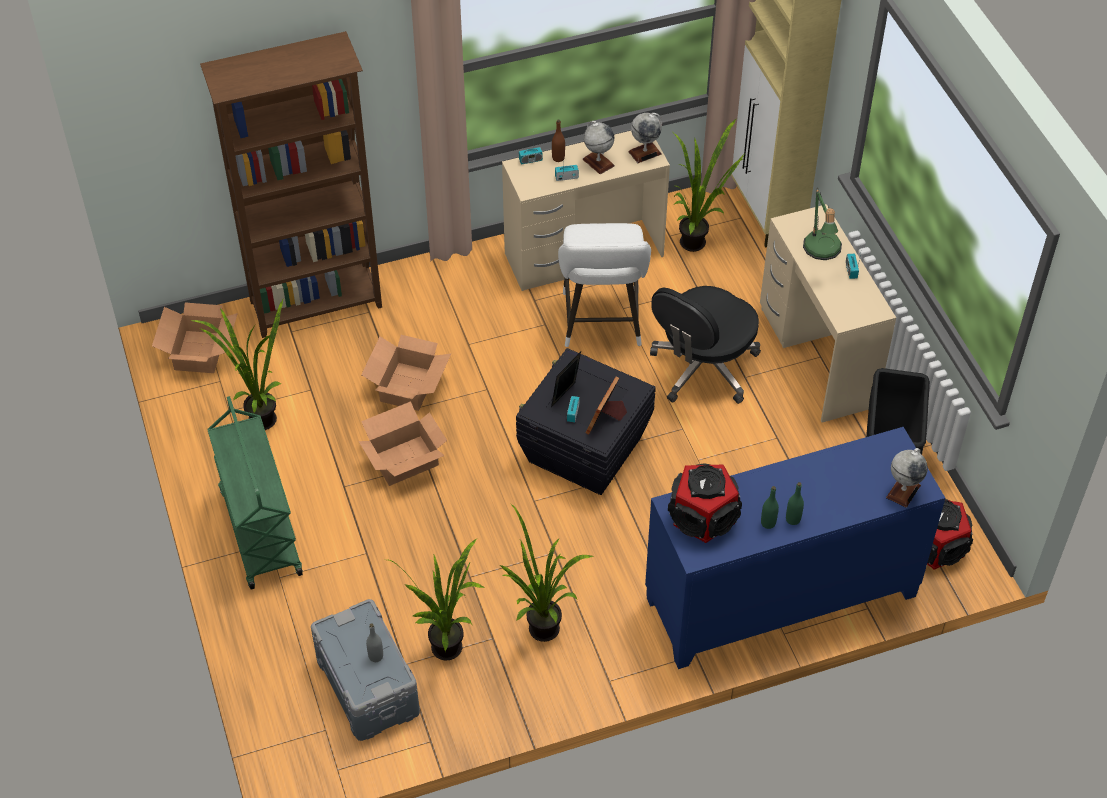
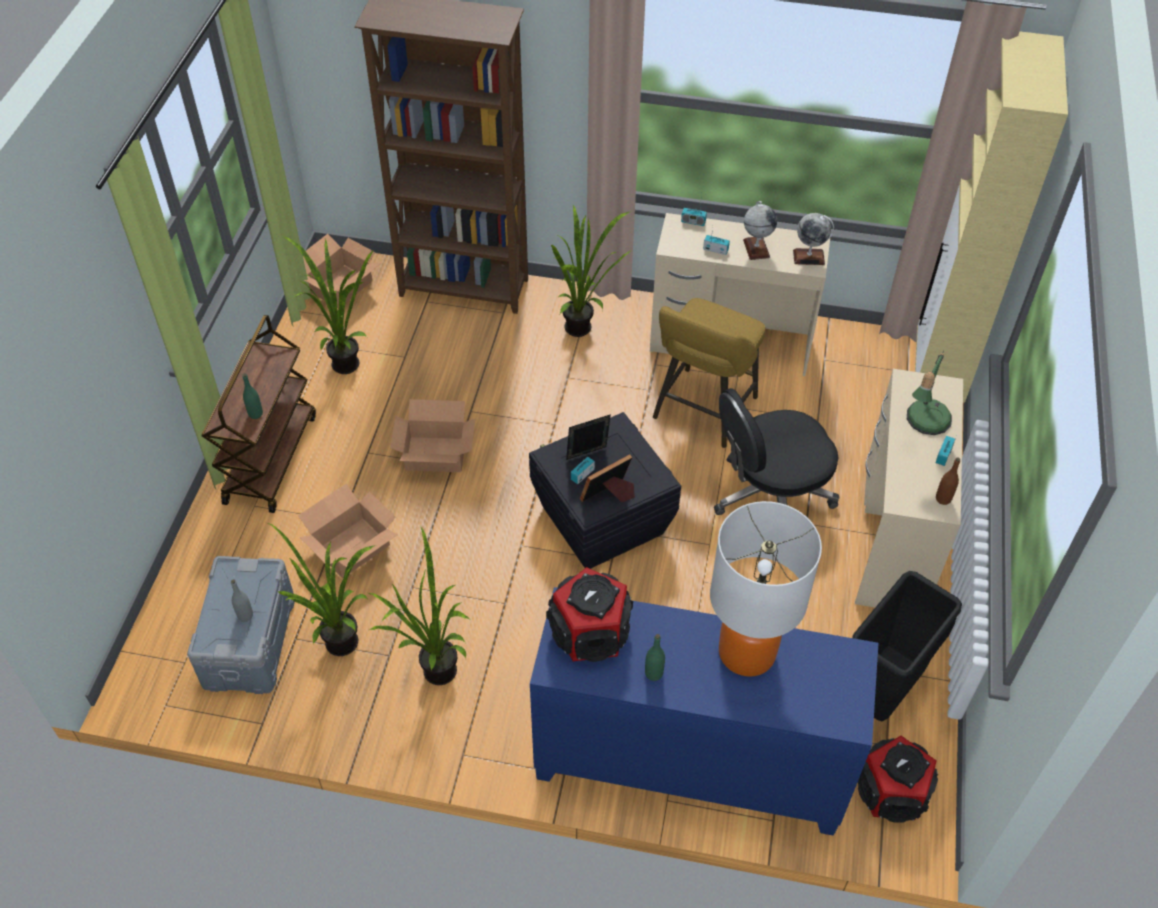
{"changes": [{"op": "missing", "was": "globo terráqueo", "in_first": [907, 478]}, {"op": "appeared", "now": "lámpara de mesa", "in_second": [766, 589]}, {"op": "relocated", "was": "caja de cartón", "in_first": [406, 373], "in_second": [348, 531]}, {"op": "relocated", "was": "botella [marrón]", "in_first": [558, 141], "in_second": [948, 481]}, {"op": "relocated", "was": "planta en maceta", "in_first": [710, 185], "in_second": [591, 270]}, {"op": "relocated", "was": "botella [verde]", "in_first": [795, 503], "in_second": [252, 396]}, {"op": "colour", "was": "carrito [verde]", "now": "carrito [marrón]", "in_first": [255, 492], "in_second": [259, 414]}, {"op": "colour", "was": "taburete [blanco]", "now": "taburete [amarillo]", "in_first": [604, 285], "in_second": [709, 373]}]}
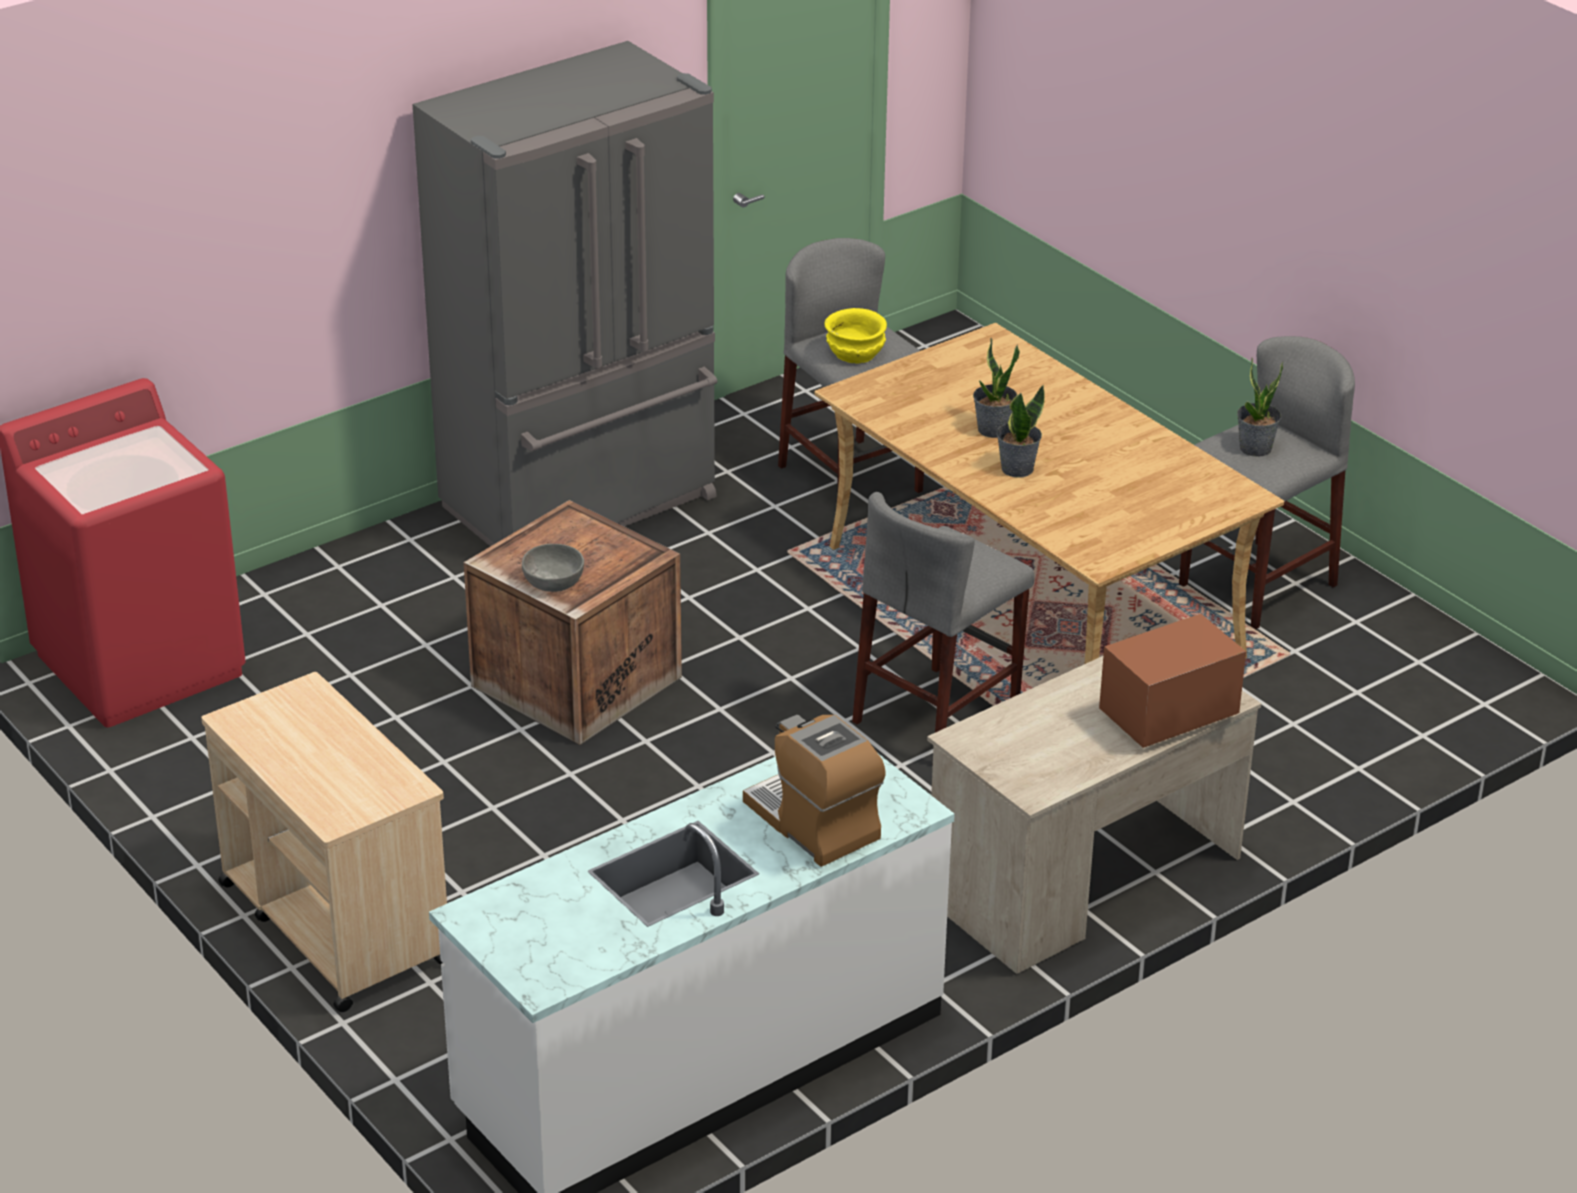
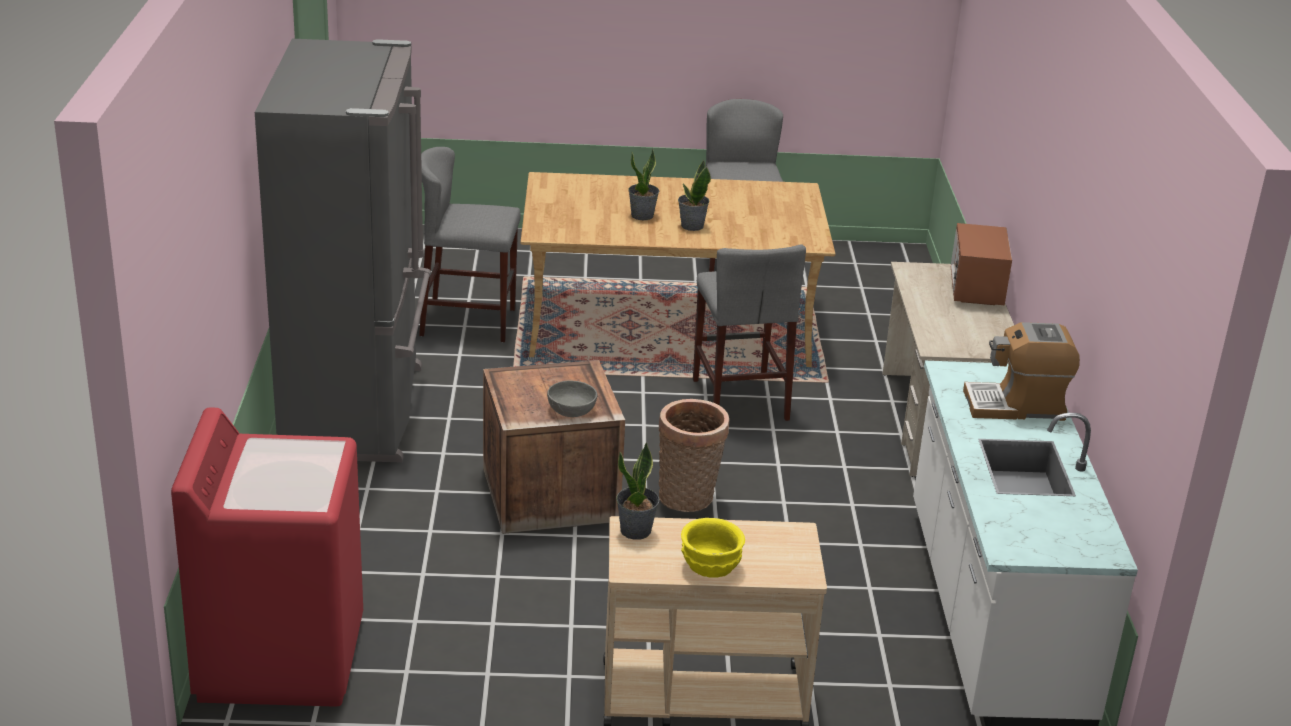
{"changes": [{"op": "appeared", "now": "cesta", "in_second": [693, 455]}, {"op": "relocated", "was": "cuenco [amarillo]", "in_first": [856, 336], "in_second": [713, 548]}, {"op": "relocated", "was": "planta en maceta", "in_first": [1260, 407], "in_second": [637, 491]}]}
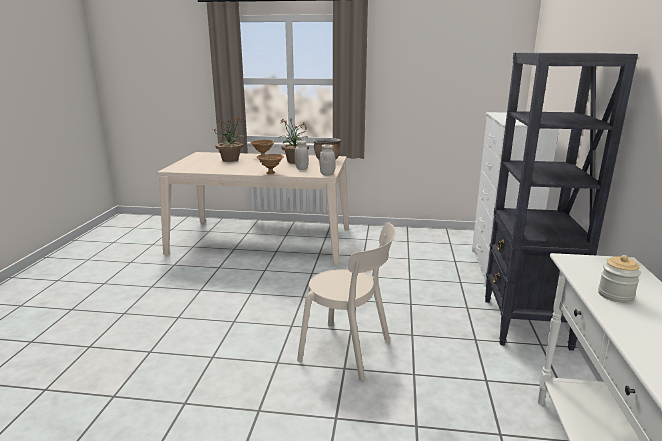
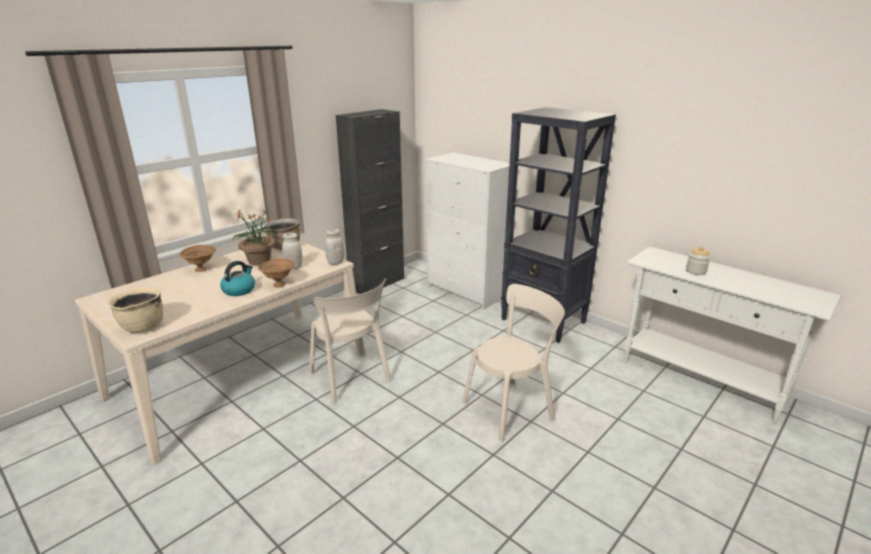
{"changes": [{"op": "missing", "was": "planta en maceta", "in_first": [229, 139]}, {"op": "appeared", "now": "olla [beis]", "in_second": [135, 310]}, {"op": "appeared", "now": "hervidor", "in_second": [237, 278]}, {"op": "appeared", "now": "silla [beis]", "in_second": [350, 341]}, {"op": "appeared", "now": "armario [negro]", "in_second": [370, 201]}]}
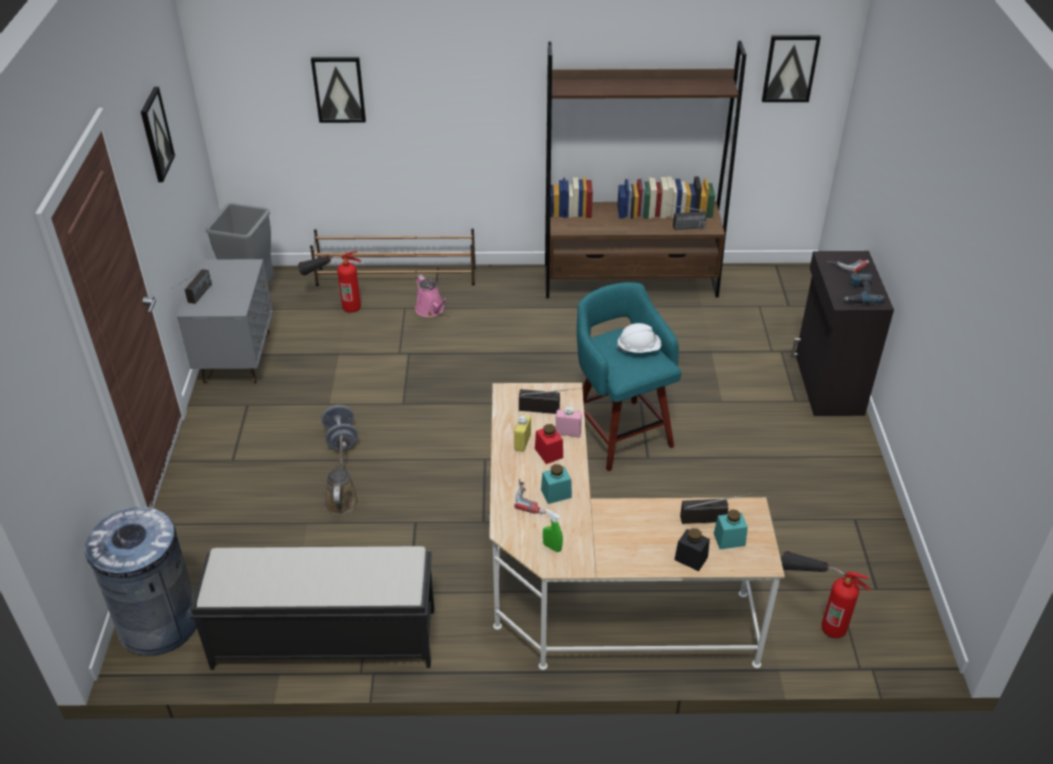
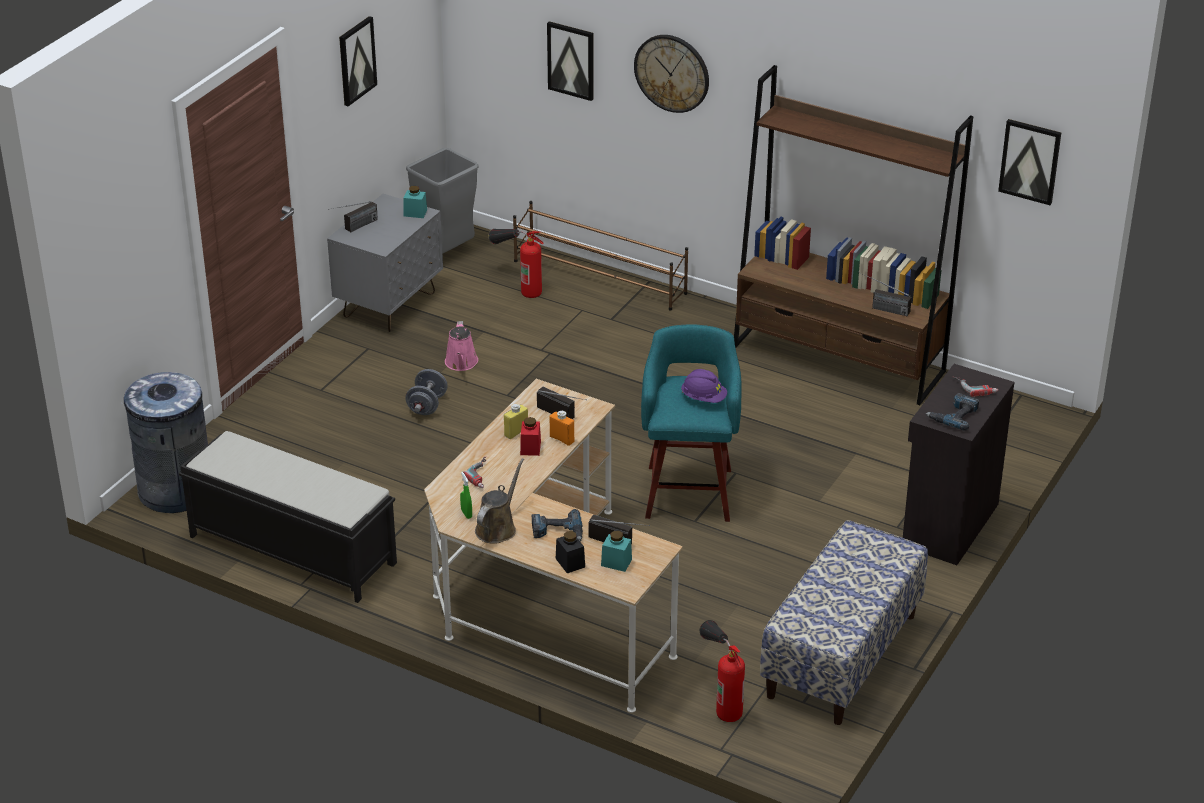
{"changes": [{"op": "appeared", "now": "taladro", "in_second": [557, 525]}, {"op": "appeared", "now": "reloj de pared", "in_second": [671, 74]}, {"op": "appeared", "now": "banco", "in_second": [844, 622]}, {"op": "relocated", "was": "regadera [marrón]", "in_first": [342, 475], "in_second": [499, 501]}, {"op": "relocated", "was": "regadera [rosa]", "in_first": [431, 296], "in_second": [461, 346]}, {"op": "relocated", "was": "tarro [turquesa]", "in_first": [556, 484], "in_second": [415, 202]}, {"op": "colour", "was": "botella [rosa]", "now": "botella [naranja]", "in_first": [569, 422], "in_second": [561, 428]}, {"op": "colour", "was": "casco [blanco]", "now": "casco [morado]", "in_first": [639, 338], "in_second": [704, 386]}]}
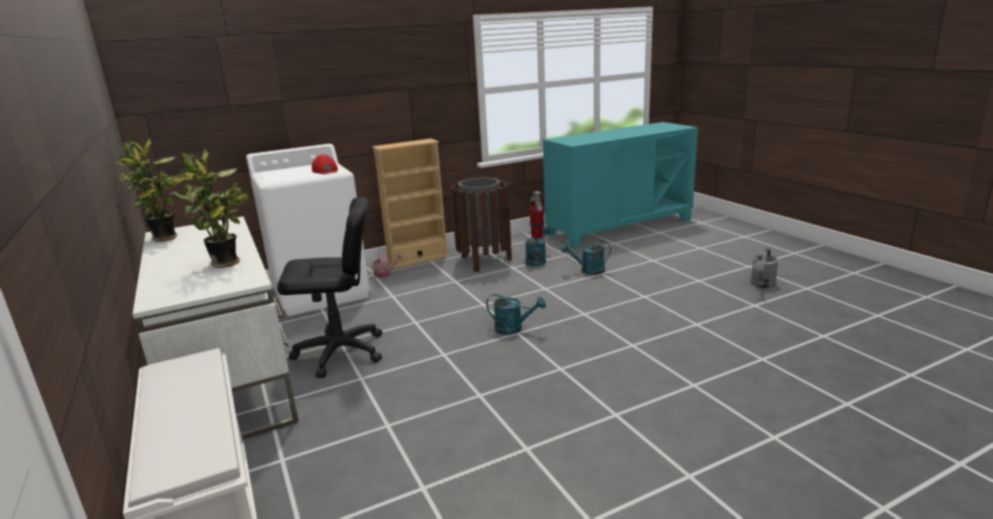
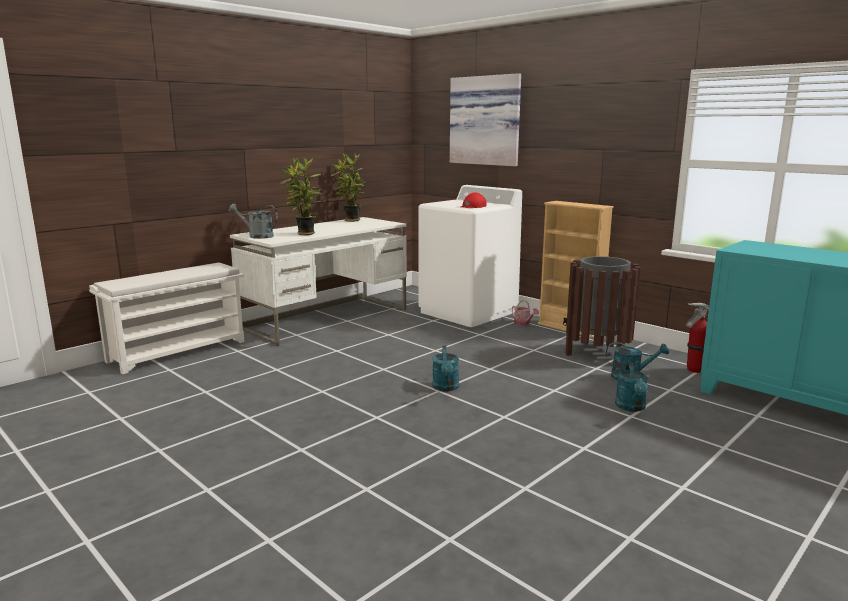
{"changes": [{"op": "missing", "was": "silla de oficina [negro]", "in_first": [329, 287]}, {"op": "appeared", "now": "cuadro", "in_second": [485, 119]}, {"op": "relocated", "was": "regadera [gris]", "in_first": [764, 268], "in_second": [253, 221]}, {"op": "spun", "was": "regadera [turquesa]", "in_first": [586, 258], "in_second": [631, 387], "clockwise": -150}]}
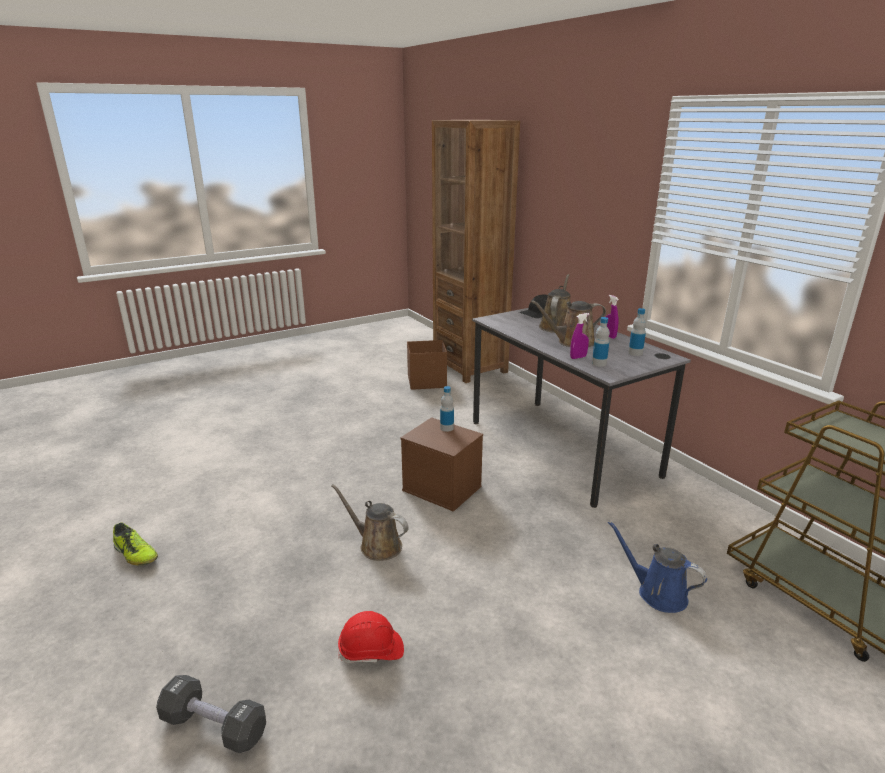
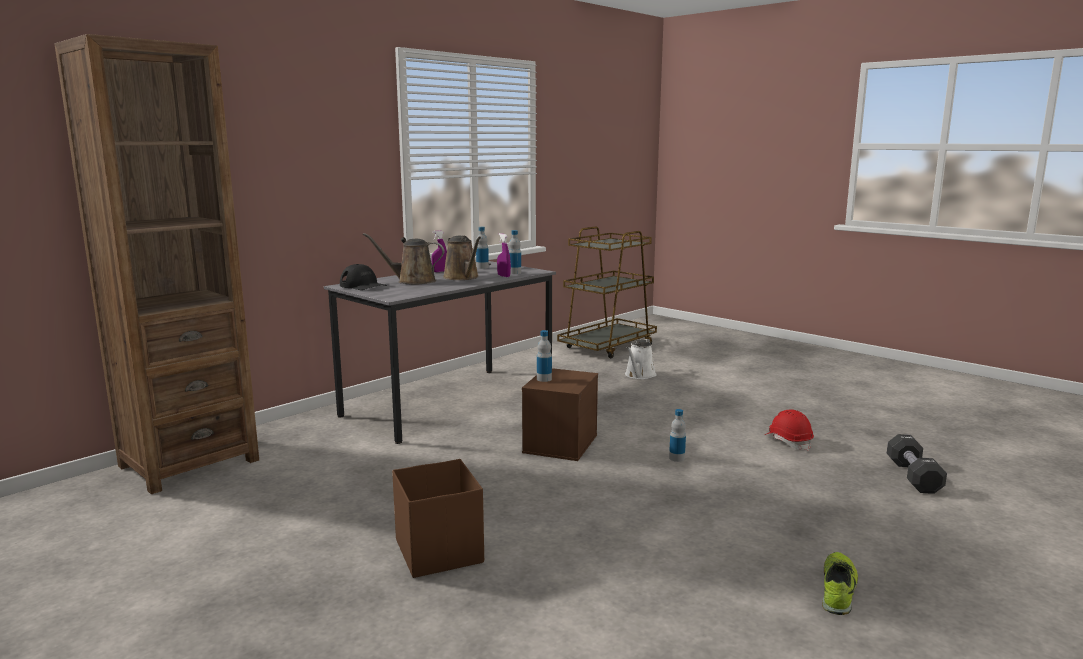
{"changes": [{"op": "relocated", "was": "caja de almacenaje [marrón]", "in_first": [427, 365], "in_second": [438, 518]}, {"op": "exchanged", "was": "regadera [marrón]", "now": "botella", "in_first": [370, 522], "in_second": [677, 435]}, {"op": "colour", "was": "regadera [azul]", "now": "regadera [blanco]", "in_first": [657, 567], "in_second": [640, 359]}]}
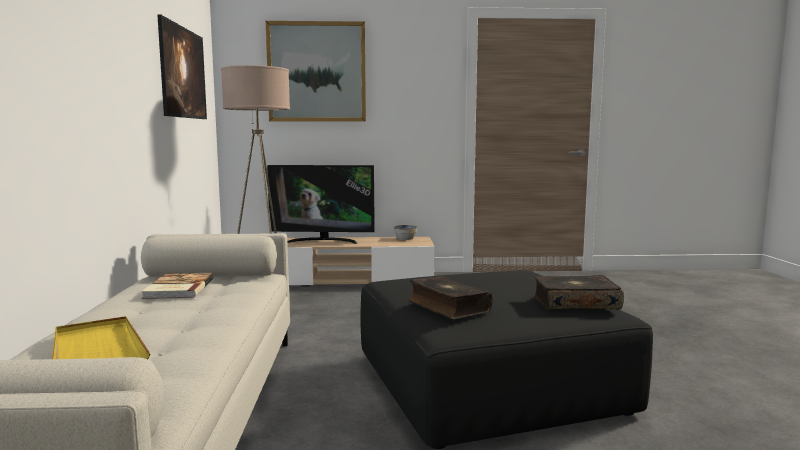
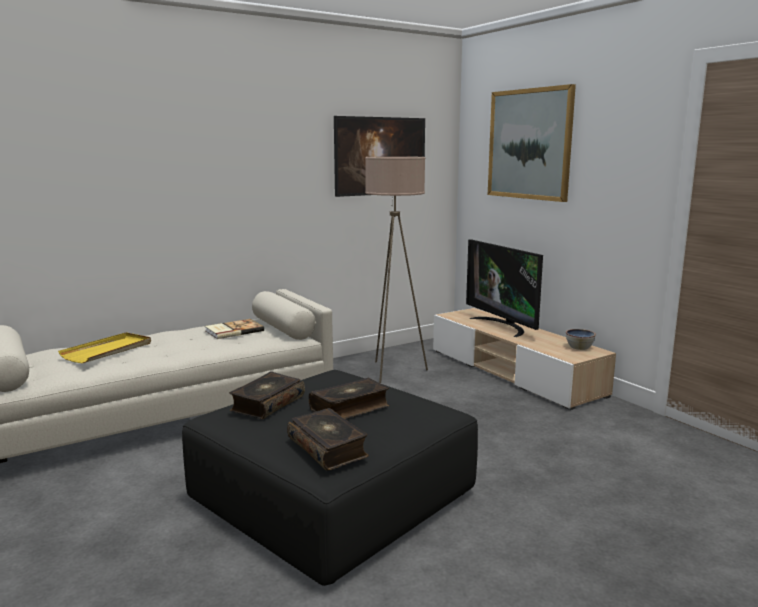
{"changes": [{"op": "appeared", "now": "libro", "in_second": [349, 398]}]}
